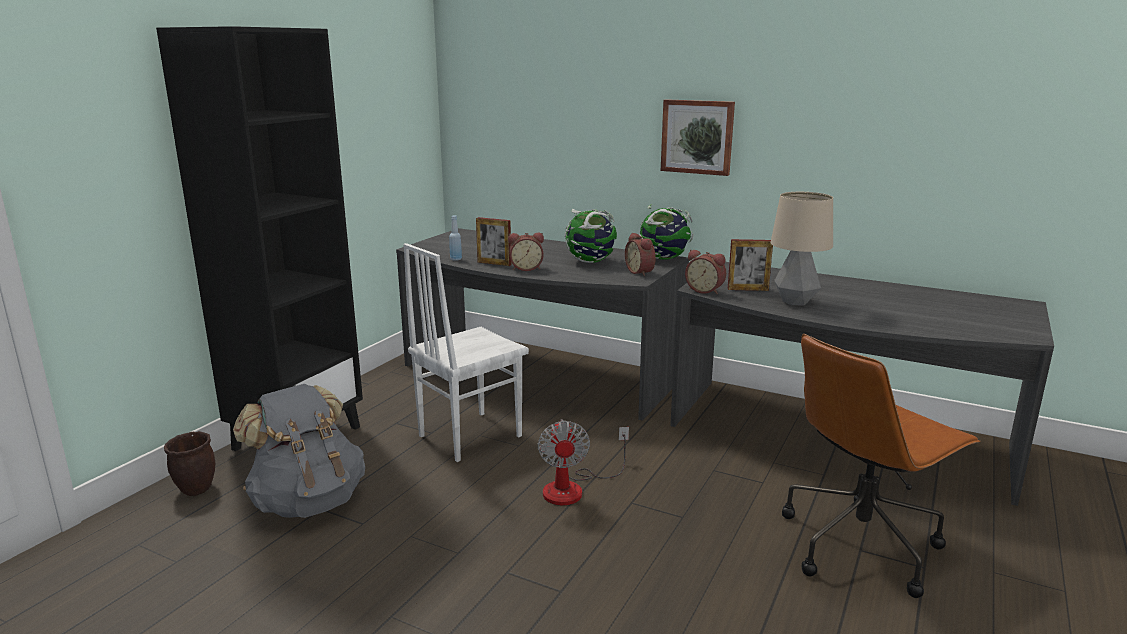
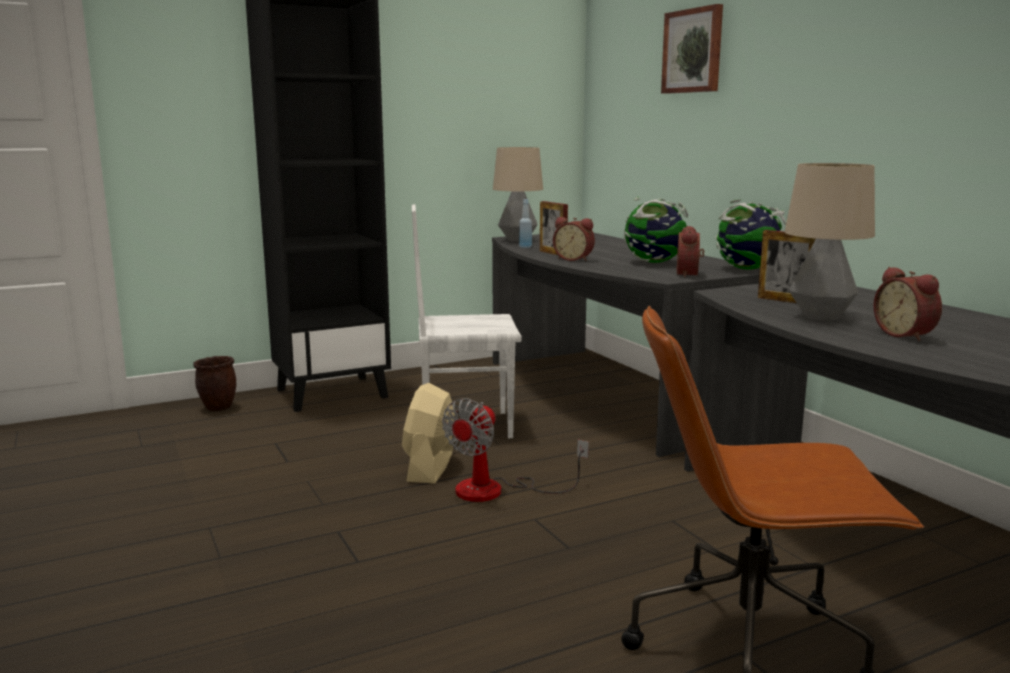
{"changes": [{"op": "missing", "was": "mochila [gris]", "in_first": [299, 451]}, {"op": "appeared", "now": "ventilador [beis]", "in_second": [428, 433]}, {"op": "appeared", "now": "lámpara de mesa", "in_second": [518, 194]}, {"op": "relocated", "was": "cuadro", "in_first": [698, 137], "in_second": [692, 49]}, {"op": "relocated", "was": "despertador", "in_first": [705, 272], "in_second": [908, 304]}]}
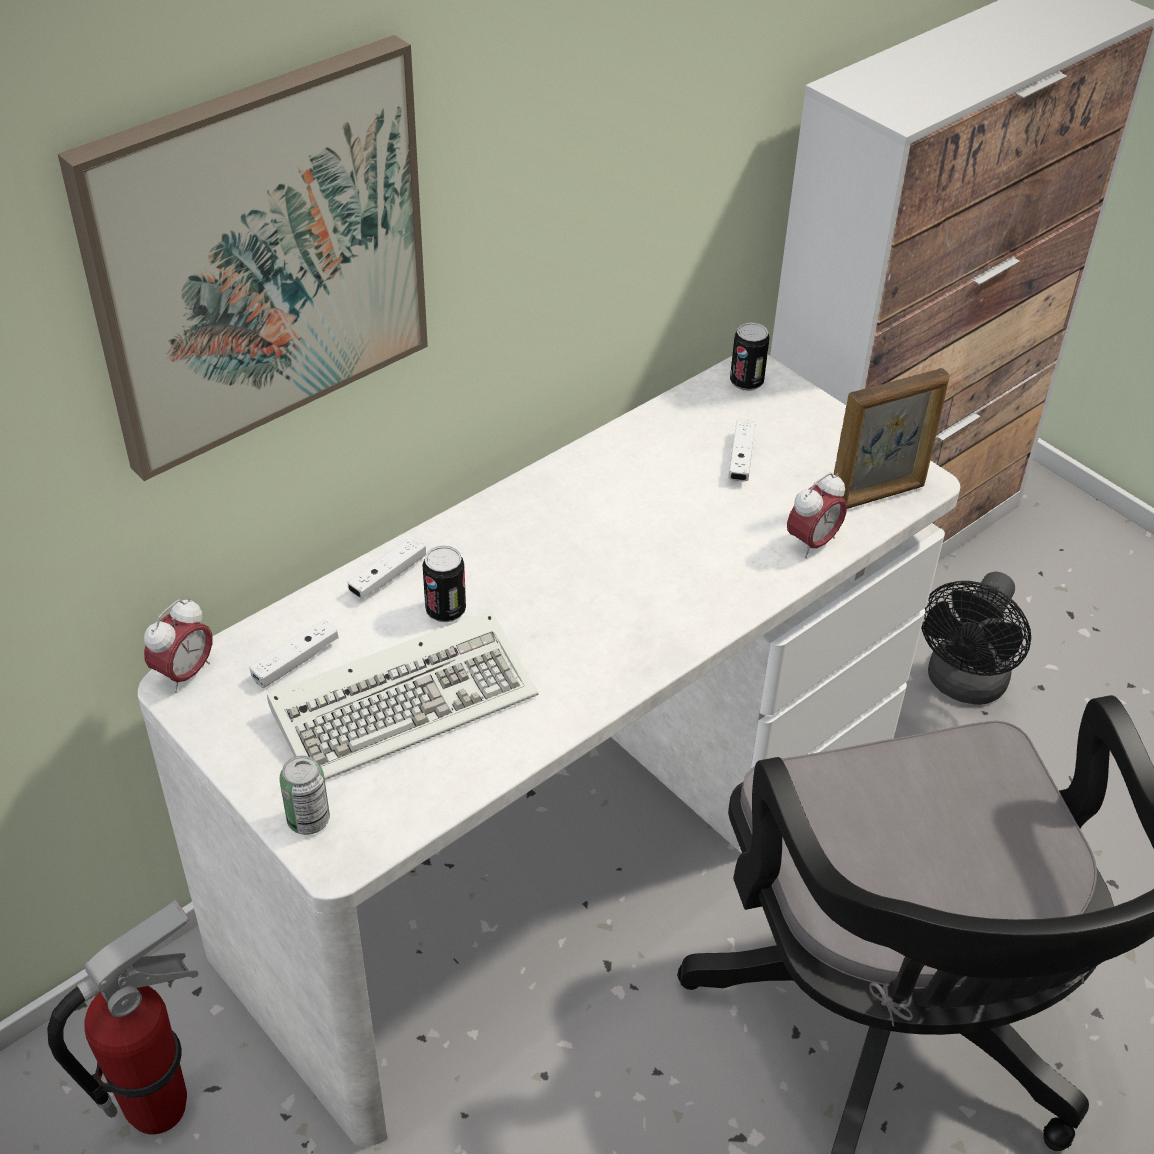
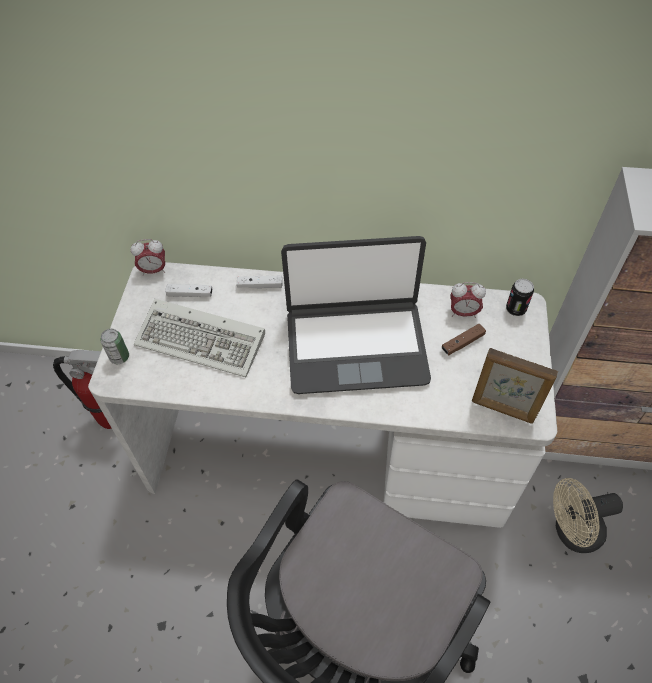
{"changes": [{"op": "missing", "was": "cuadro", "in_first": [243, 258]}, {"op": "missing", "was": "lata", "in_first": [444, 584]}, {"op": "appeared", "now": "portátil", "in_second": [356, 315]}, {"op": "relocated", "was": "despertador", "in_first": [817, 515], "in_second": [468, 300]}, {"op": "colour", "was": "mando de consola [blanco]", "now": "mando de consola [marrón]", "in_first": [741, 450], "in_second": [463, 339]}, {"op": "colour", "was": "ventilador [negro]", "now": "ventilador [beis]", "in_first": [976, 638], "in_second": [588, 515]}]}
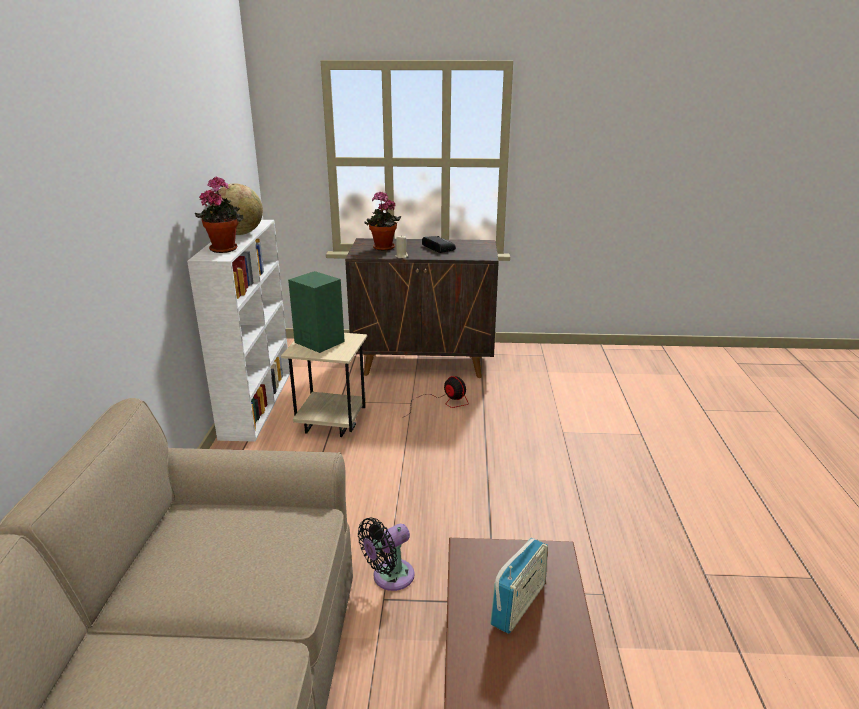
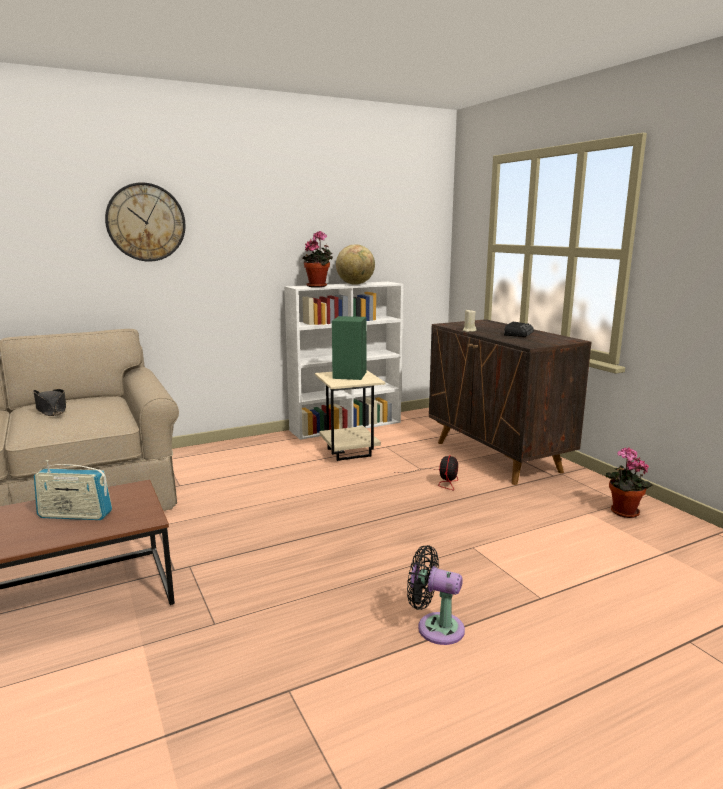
{"changes": [{"op": "appeared", "now": "sombrero [negro]", "in_second": [49, 402]}, {"op": "appeared", "now": "reloj de pared", "in_second": [145, 222]}, {"op": "relocated", "was": "ventilador [negro]", "in_first": [386, 554], "in_second": [436, 595]}, {"op": "relocated", "was": "planta en maceta", "in_first": [383, 221], "in_second": [629, 482]}]}
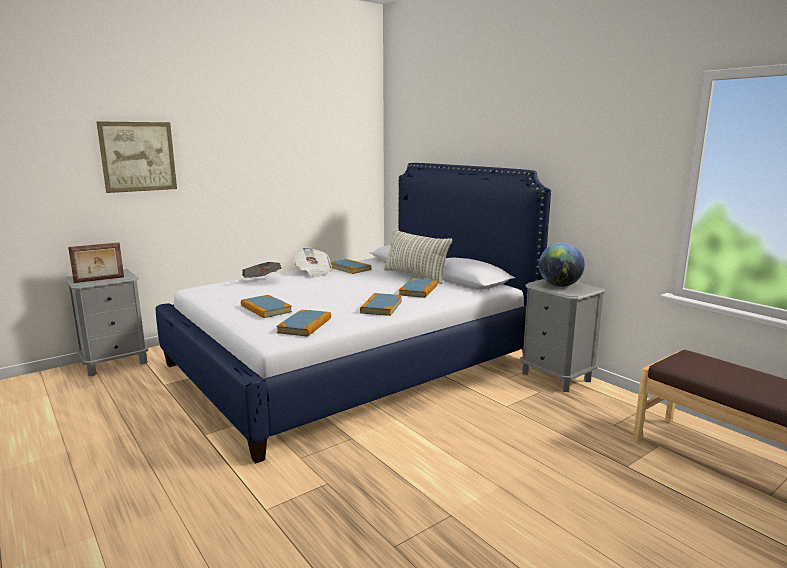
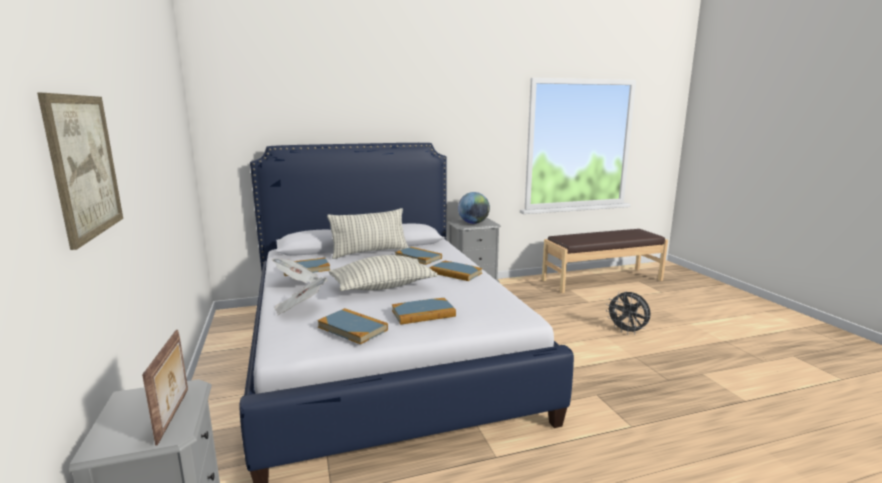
{"changes": [{"op": "appeared", "now": "cojín", "in_second": [383, 273]}, {"op": "appeared", "now": "ventilador [gris]", "in_second": [628, 313]}, {"op": "relocated", "was": "libro", "in_first": [303, 323], "in_second": [352, 326]}]}
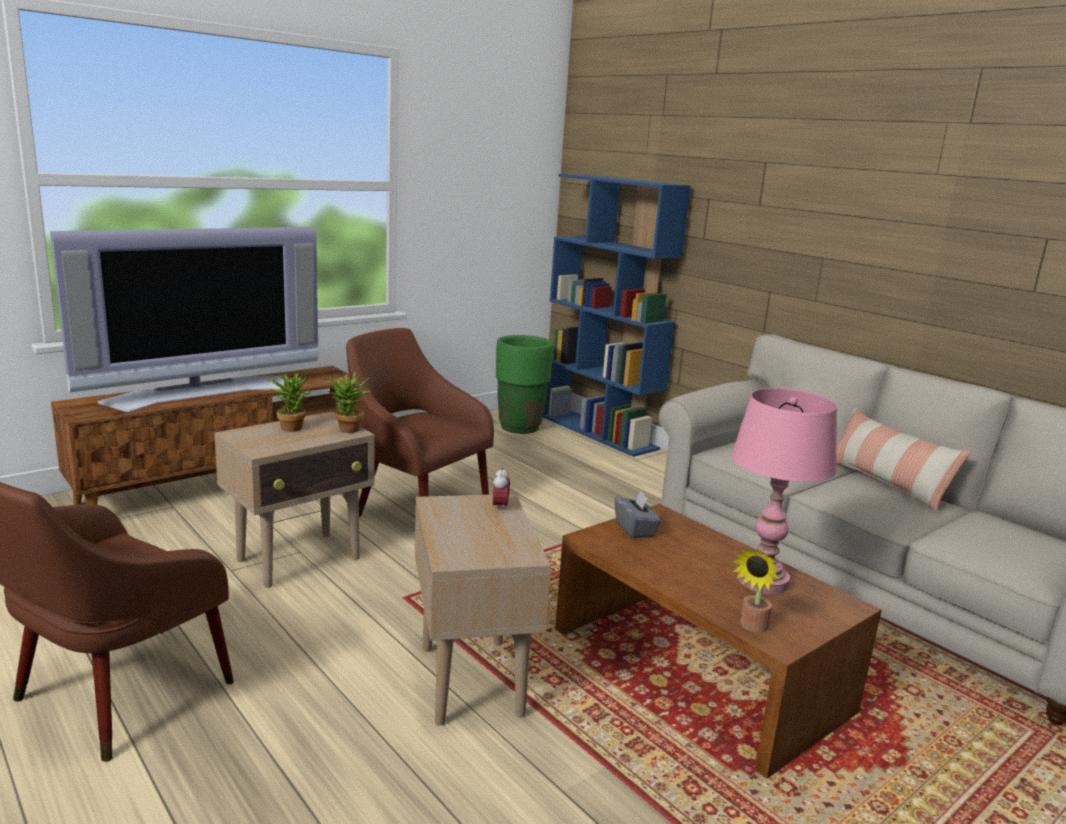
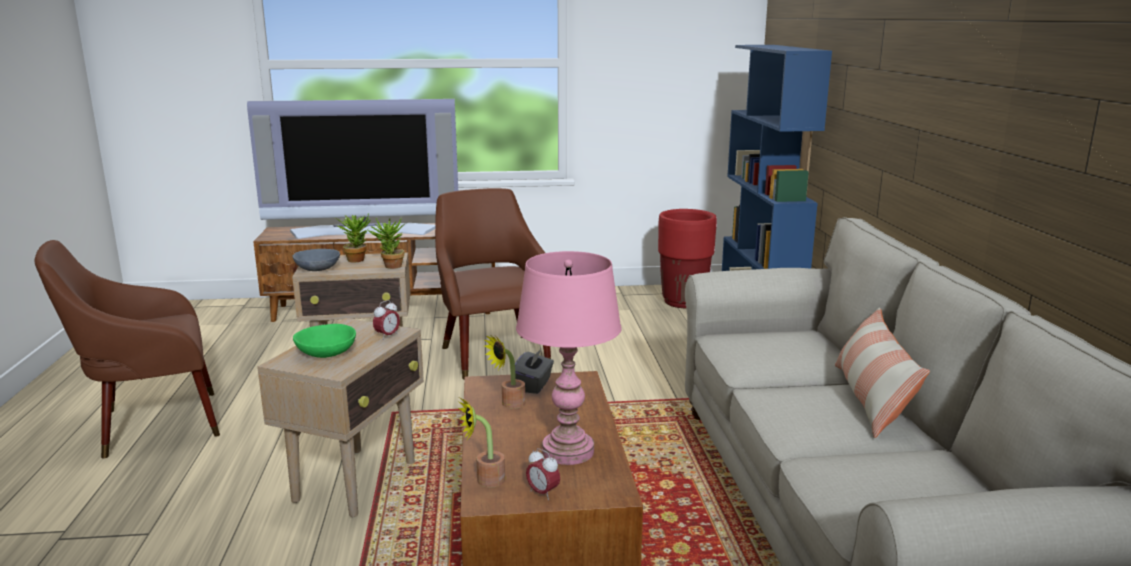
{"changes": [{"op": "appeared", "now": "cuenco [gris]", "in_second": [316, 260]}, {"op": "appeared", "now": "cuenco [verde]", "in_second": [324, 341]}, {"op": "appeared", "now": "planta en maceta", "in_second": [504, 372]}, {"op": "appeared", "now": "despertador", "in_second": [543, 474]}, {"op": "colour", "was": "maceta [verde]", "now": "maceta [rojo]", "in_first": [524, 384], "in_second": [687, 258]}]}
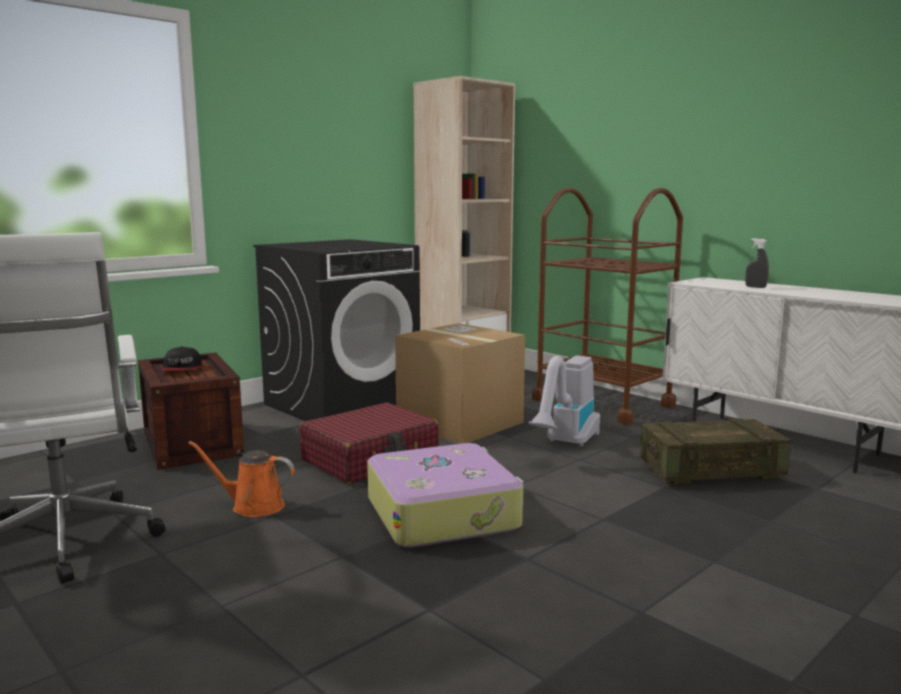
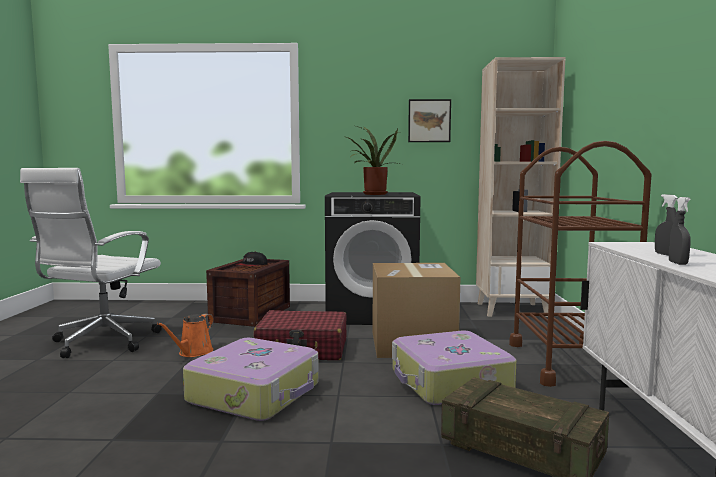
{"changes": [{"op": "appeared", "now": "planta en maceta", "in_second": [372, 160]}, {"op": "appeared", "now": "cuadro", "in_second": [429, 120]}, {"op": "appeared", "now": "pulverizador [gris]", "in_second": [680, 231]}, {"op": "exchanged", "was": "aspiradora", "now": "maleta", "in_first": [564, 401], "in_second": [454, 368]}, {"op": "spun", "was": "regadera [naranja]", "in_first": [241, 479], "in_second": [185, 335], "clockwise": -120}]}
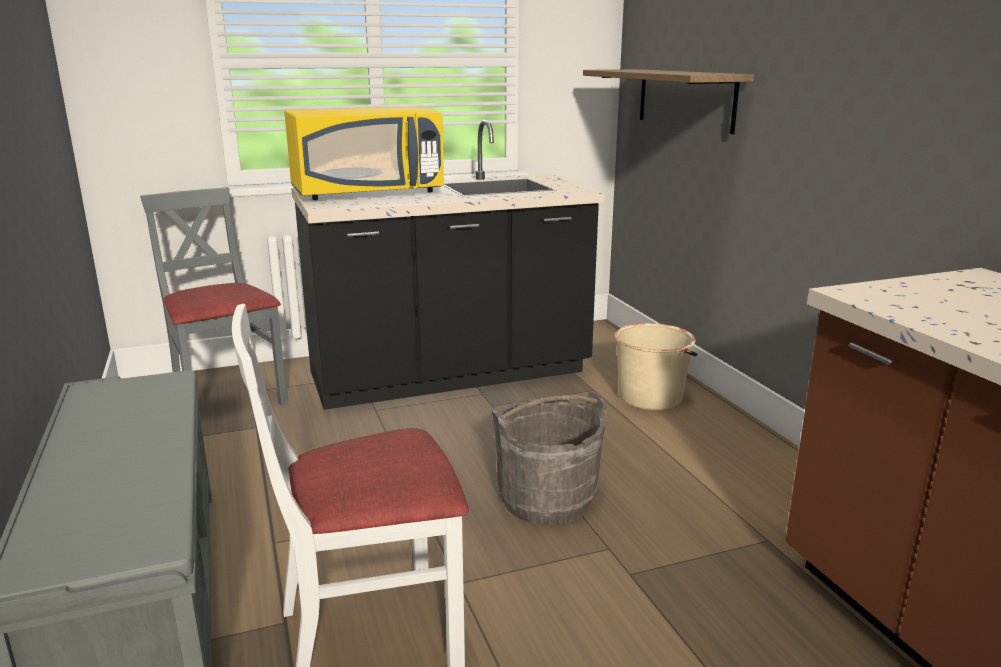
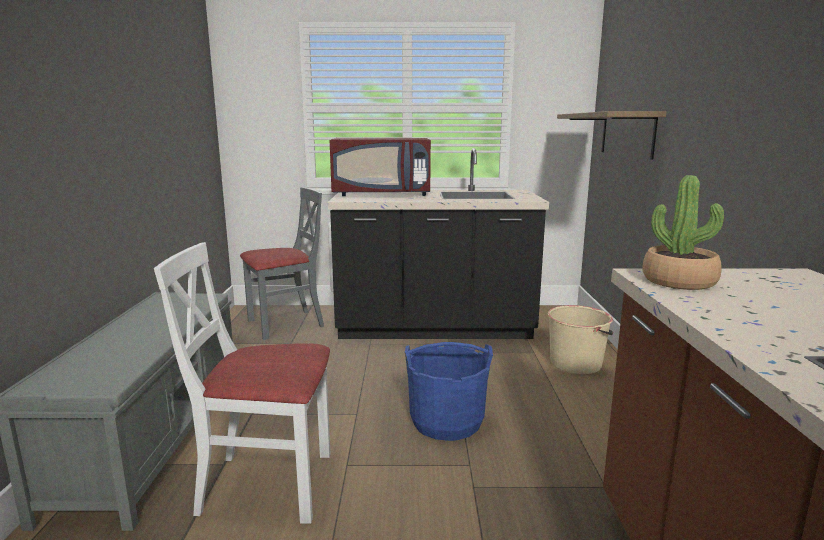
{"changes": [{"op": "appeared", "now": "planta en maceta", "in_second": [683, 232]}, {"op": "colour", "was": "microondas [amarillo]", "now": "microondas [rojo]", "in_first": [364, 153], "in_second": [380, 167]}, {"op": "colour", "was": "cubo [gris]", "now": "cubo [azul]", "in_first": [550, 458], "in_second": [449, 391]}, {"op": "spun", "was": "silla [gris]", "in_first": [214, 296], "in_second": [282, 263], "clockwise": 75}]}
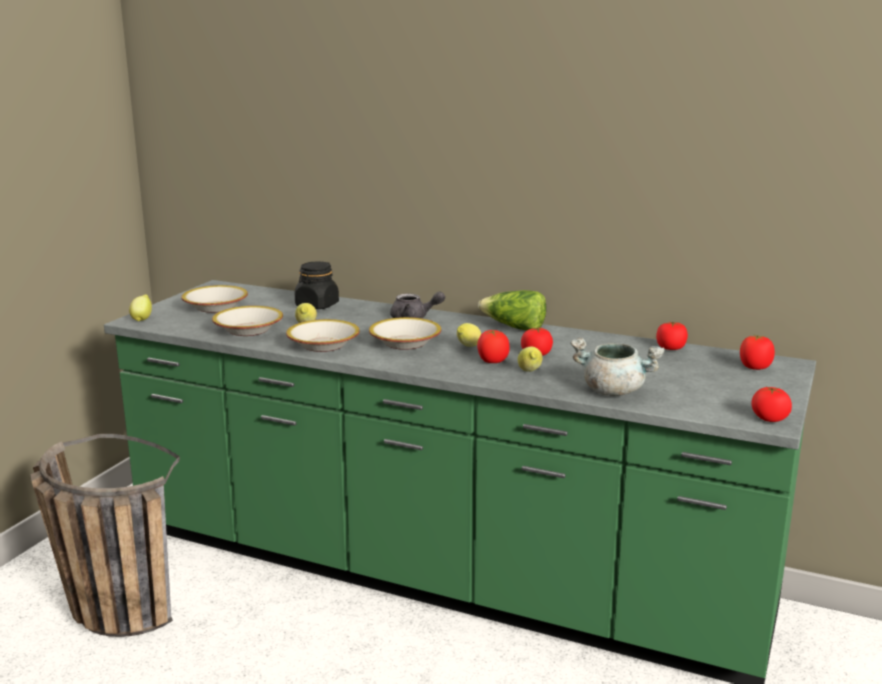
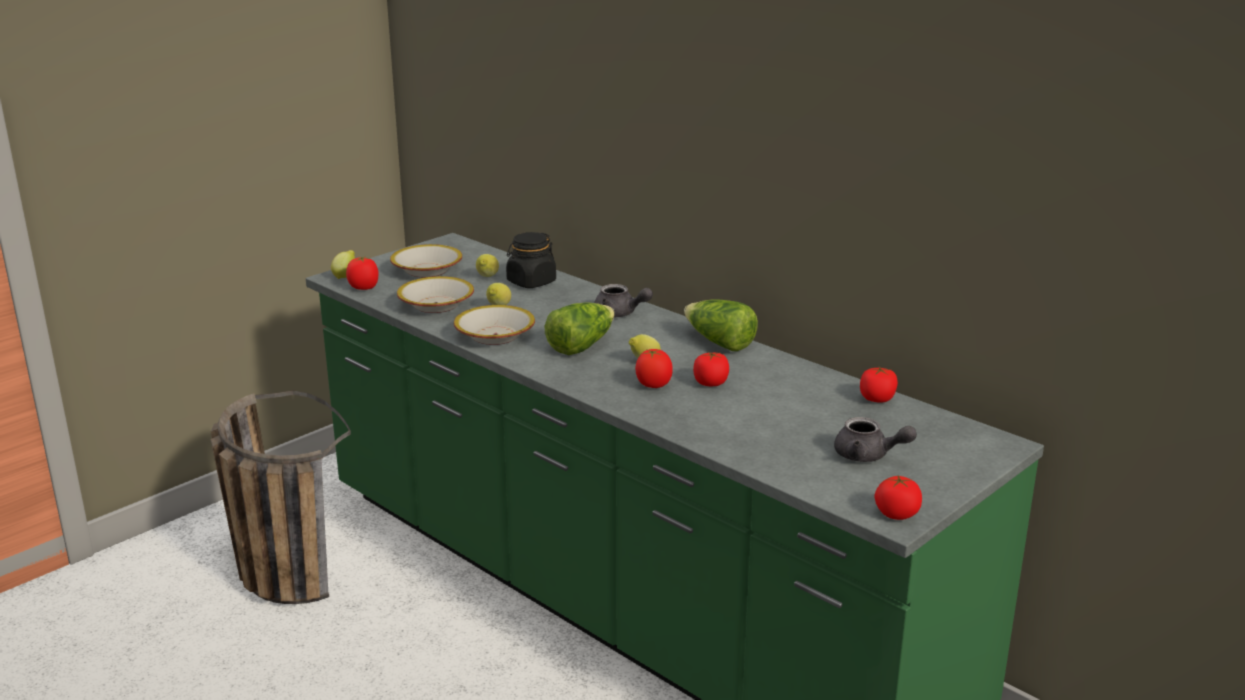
{"changes": [{"op": "missing", "was": "olla [gris]", "in_first": [617, 367]}, {"op": "appeared", "now": "tetera [gris]", "in_second": [875, 439]}, {"op": "relocated", "was": "limón", "in_first": [530, 359], "in_second": [487, 265]}, {"op": "relocated", "was": "tomate", "in_first": [757, 352], "in_second": [362, 273]}, {"op": "exchanged", "was": "cuenco", "now": "lechuga", "in_first": [405, 333], "in_second": [580, 328]}]}
